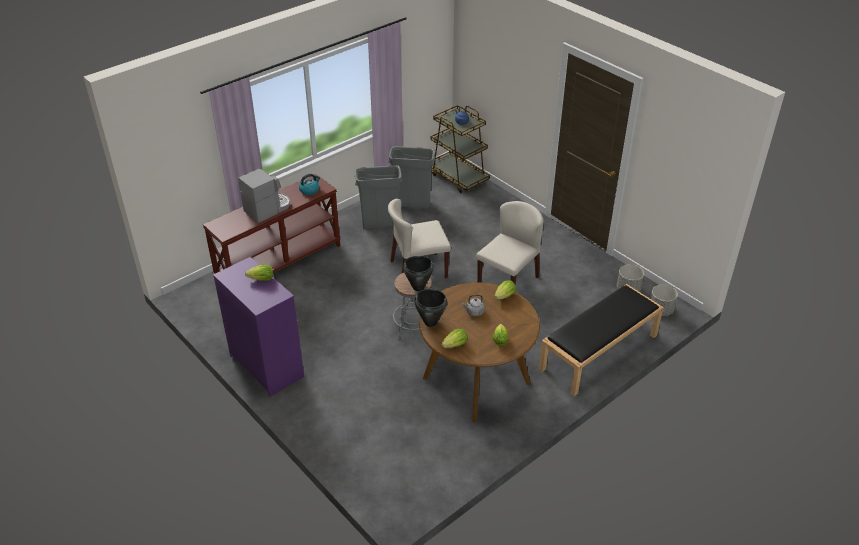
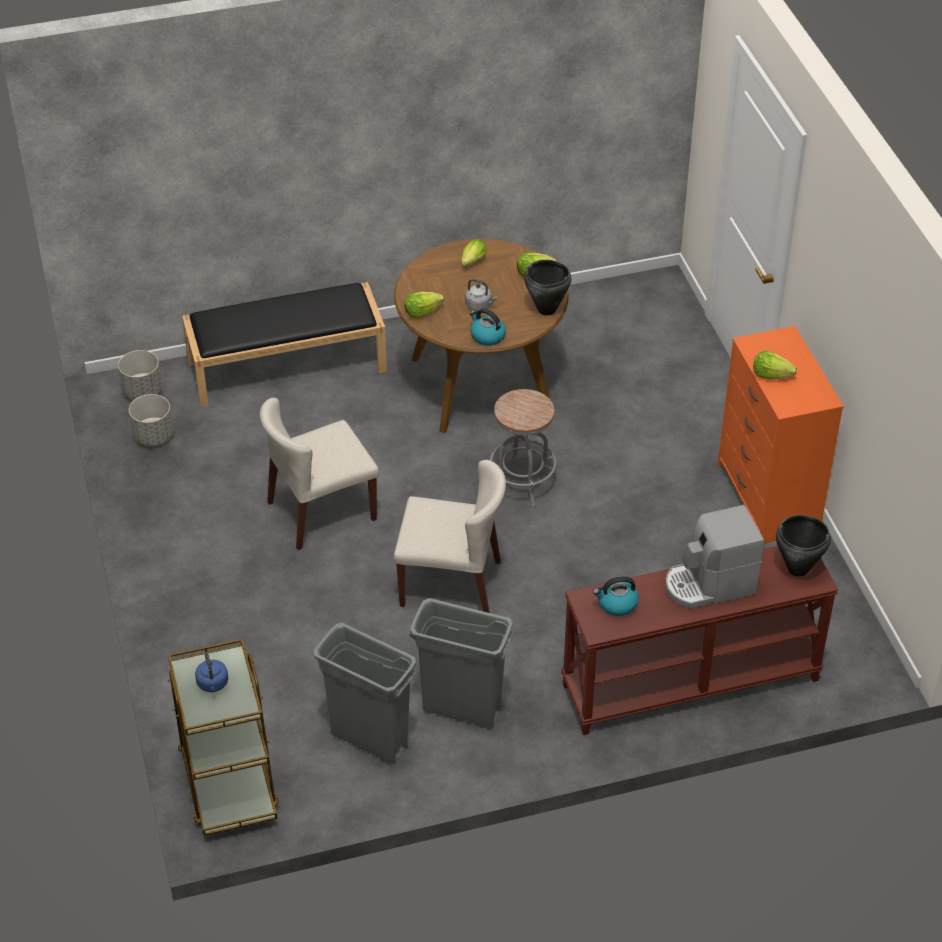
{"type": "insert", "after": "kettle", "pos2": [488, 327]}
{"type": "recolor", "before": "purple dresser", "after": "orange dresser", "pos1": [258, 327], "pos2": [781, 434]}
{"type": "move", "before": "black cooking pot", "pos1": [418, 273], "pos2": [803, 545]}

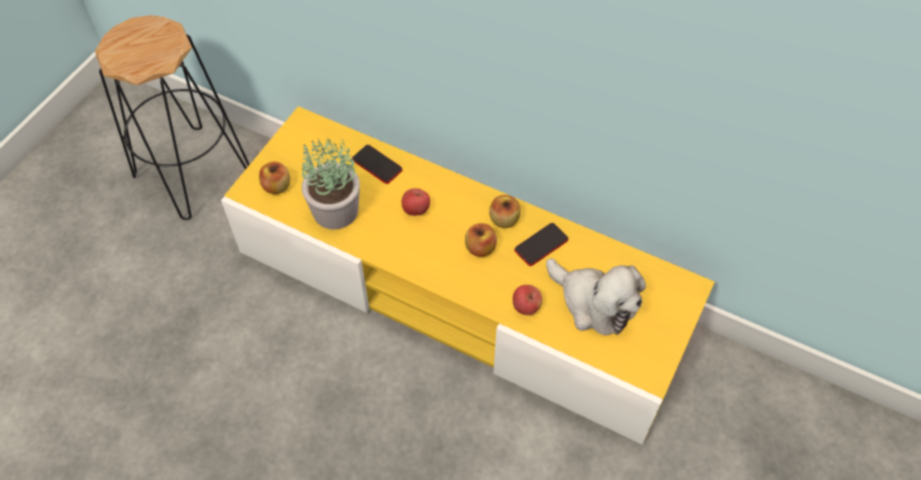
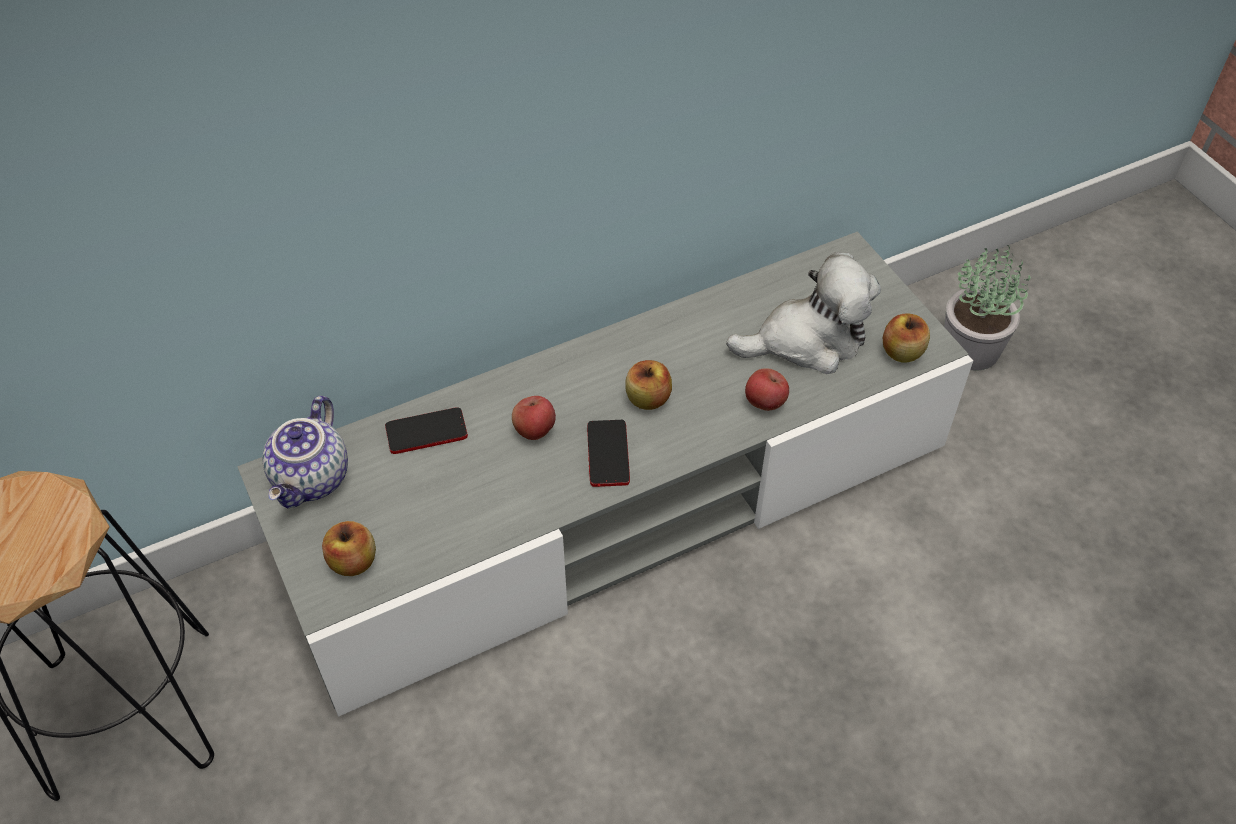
{"type": "recolor", "before": "yellow tv stand", "after": "grey tv stand", "pos1": [468, 275], "pos2": [605, 474]}
{"type": "insert", "after": "teapot", "pos2": [305, 452]}
{"type": "move", "before": "phone", "pos1": [541, 244], "pos2": [608, 453]}
{"type": "move", "before": "apple", "pos1": [504, 211], "pos2": [906, 338]}
{"type": "move", "before": "potted plant", "pos1": [331, 184], "pos2": [987, 307]}

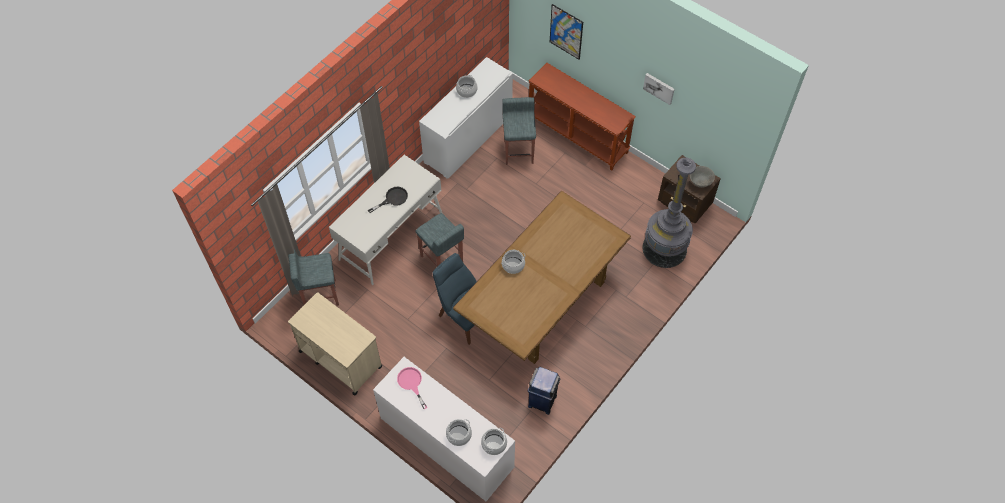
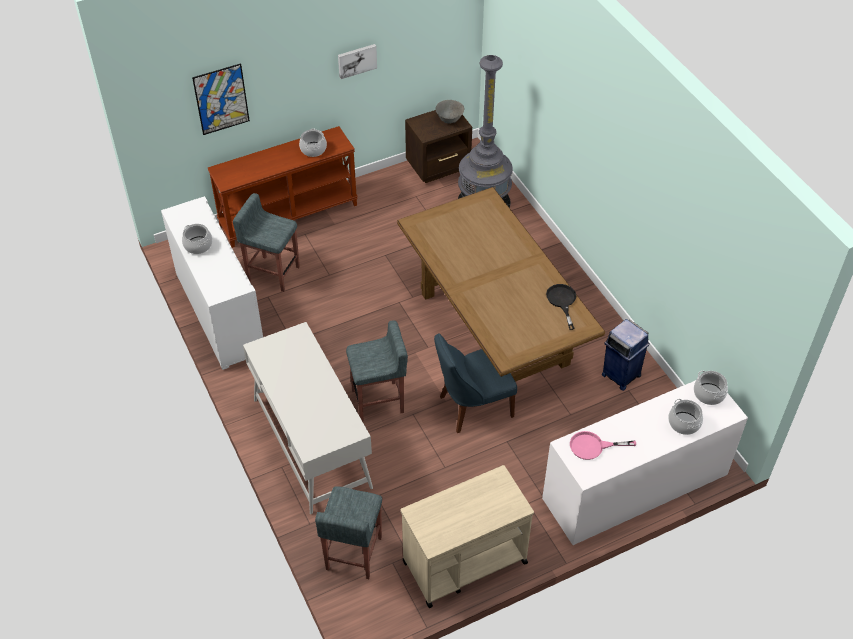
{"type": "move", "before": "cooking pot", "pos1": [513, 262], "pos2": [313, 143]}
{"type": "move", "before": "black frying pan", "pos1": [388, 200], "pos2": [561, 307]}

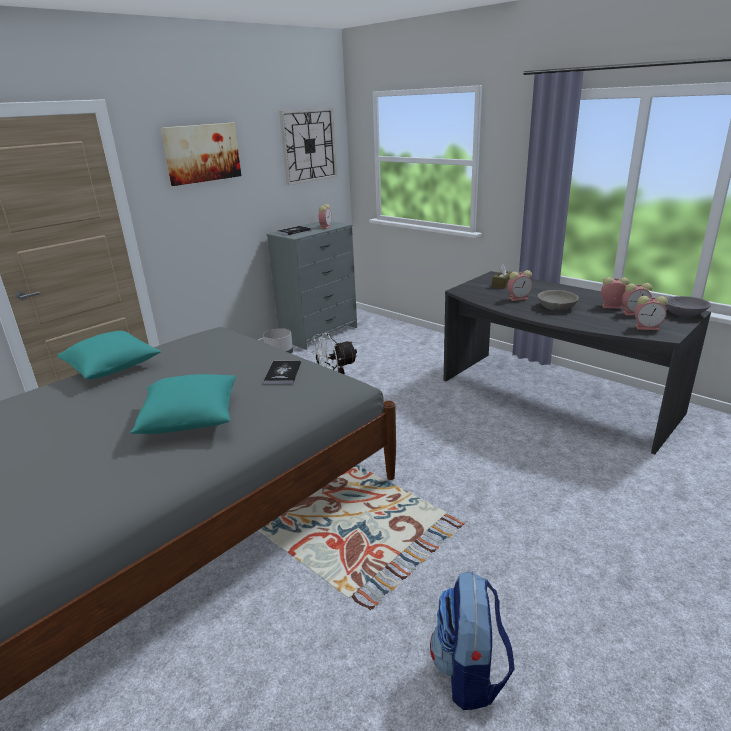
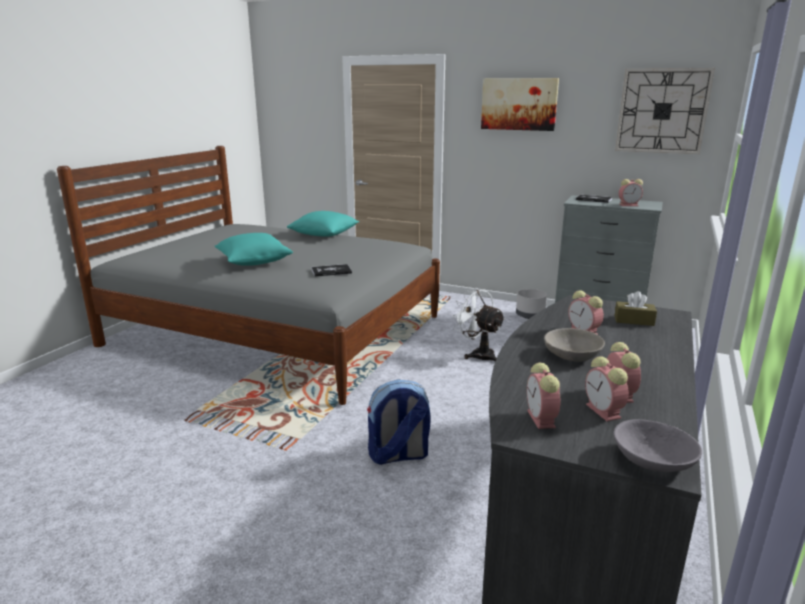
{"type": "move", "before": "backpack", "pos1": [472, 640], "pos2": [398, 422]}

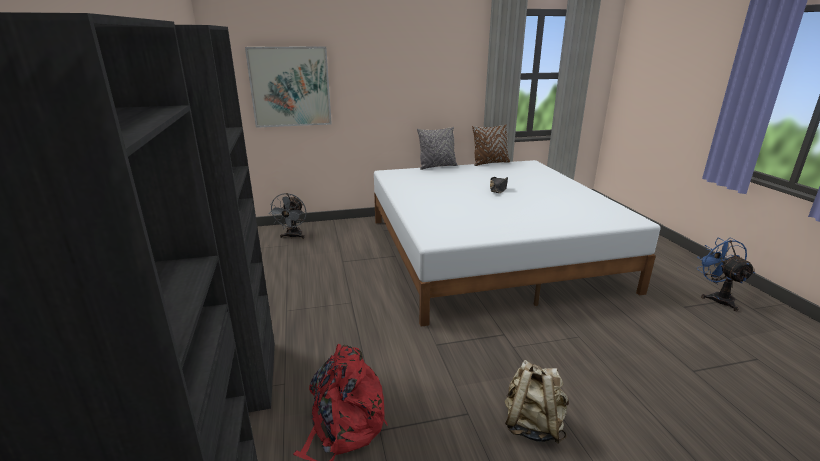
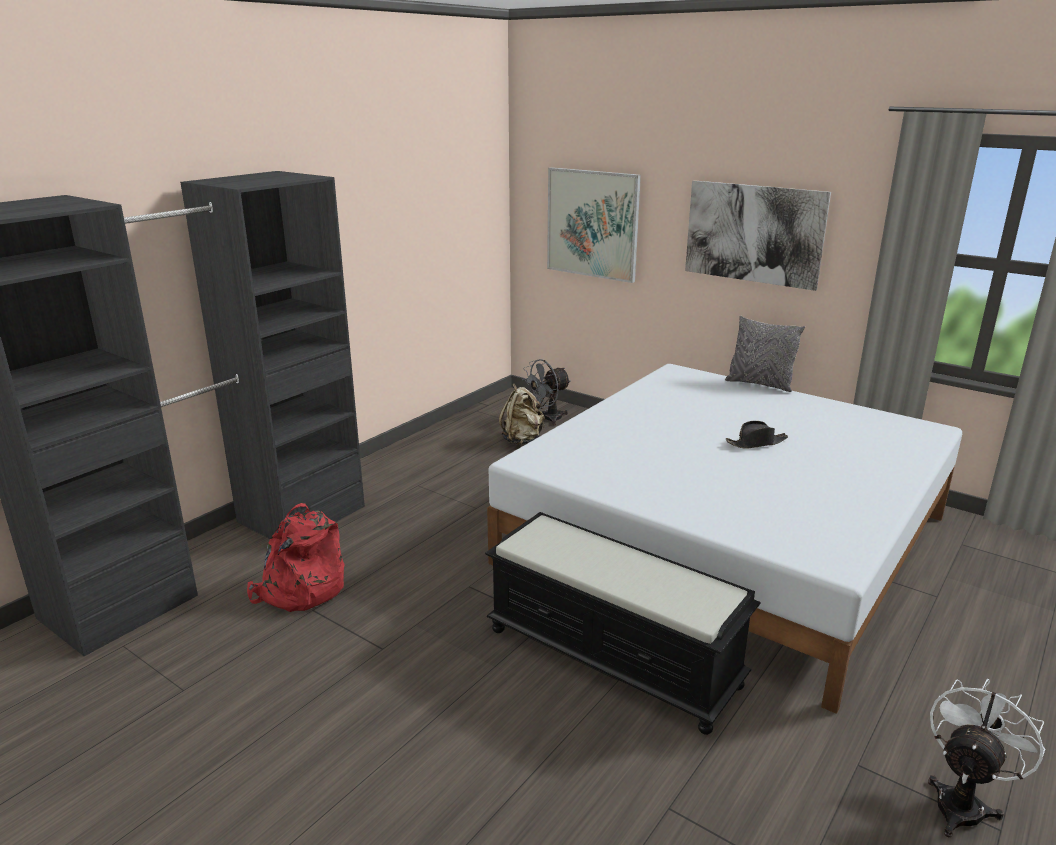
{"type": "insert", "after": "black bench", "pos2": [623, 623]}
{"type": "move", "before": "beige backpack", "pos1": [537, 402], "pos2": [522, 414]}
{"type": "insert", "after": "picture", "pos2": [758, 235]}
{"type": "recolor", "before": "blue fan", "after": "white fan", "pos1": [726, 274], "pos2": [986, 758]}
{"type": "delete", "before": "brown pillow", "pos1": [491, 145]}

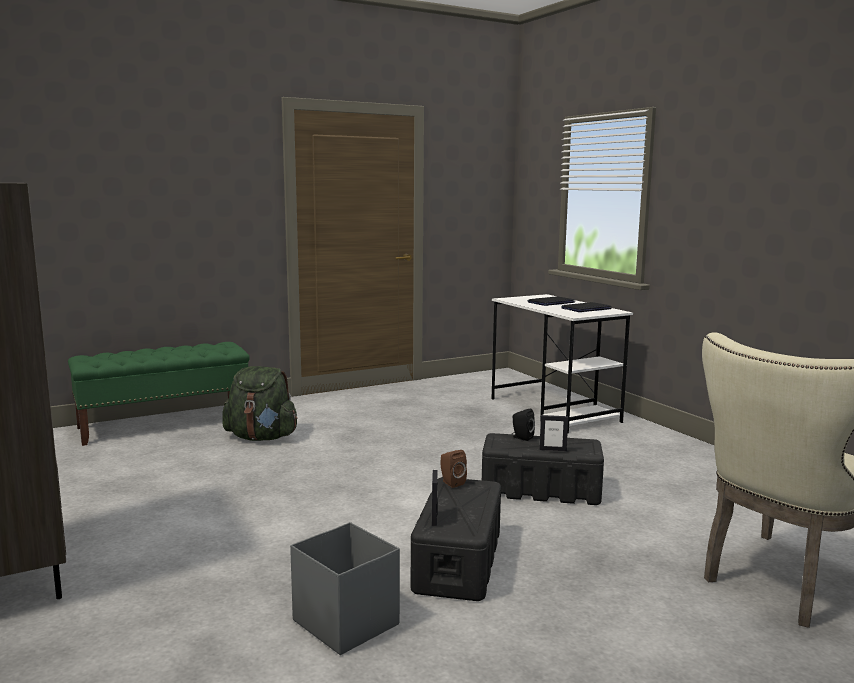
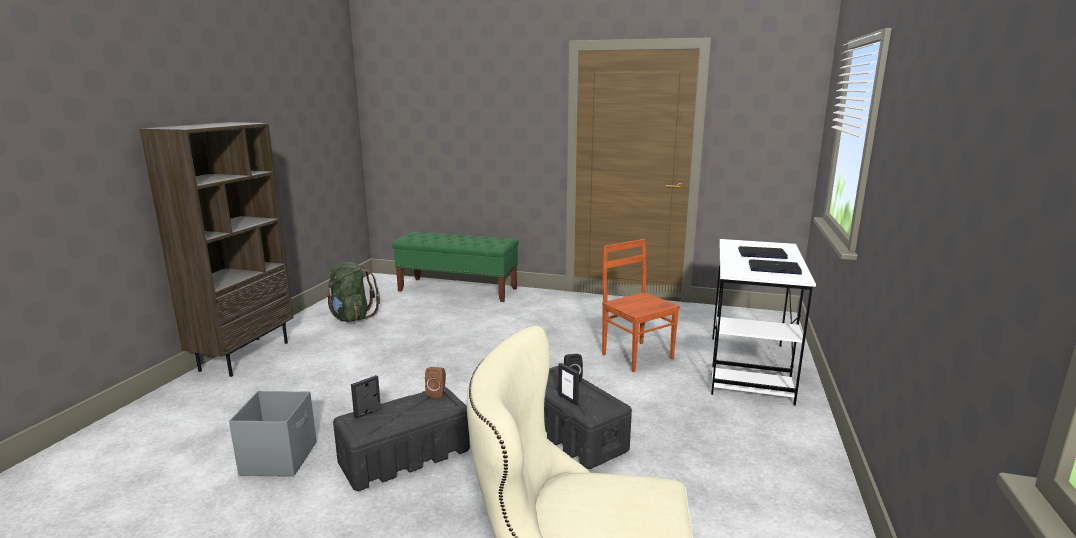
{"type": "move", "before": "green backpack", "pos1": [260, 403], "pos2": [351, 292]}
{"type": "insert", "after": "brown chair", "pos2": [641, 305]}

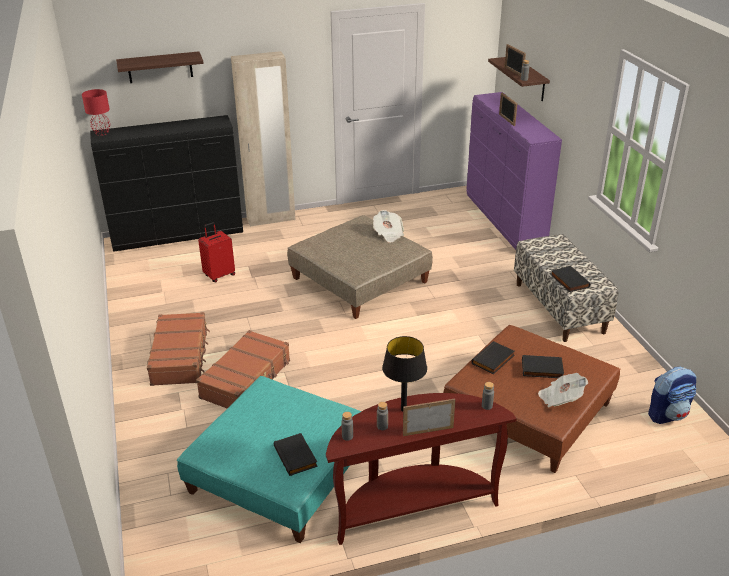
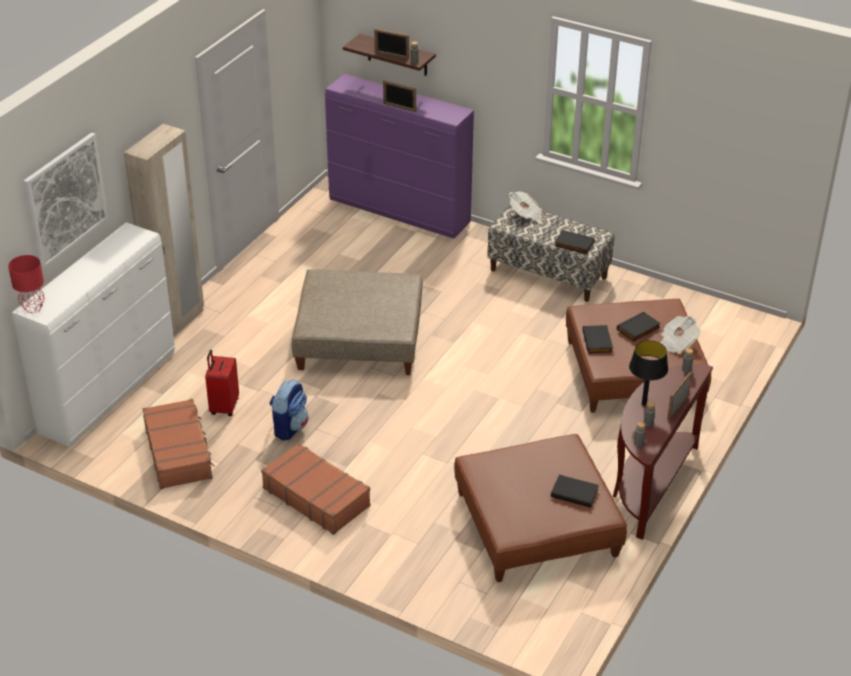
{"type": "recolor", "before": "black dresser", "after": "white dresser", "pos1": [166, 183], "pos2": [93, 334]}
{"type": "replace", "before": "shelf", "after": "picture", "pos1": [160, 67], "pos2": [66, 201]}
{"type": "move", "before": "brown suitcase", "pos1": [243, 369], "pos2": [179, 444]}
{"type": "move", "before": "backpack", "pos1": [672, 395], "pos2": [288, 410]}
{"type": "recolor", "before": "turquoise ottoman", "after": "brown ottoman", "pos1": [269, 459], "pos2": [540, 508]}
{"type": "move", "before": "newspaper", "pos1": [388, 226], "pos2": [525, 206]}

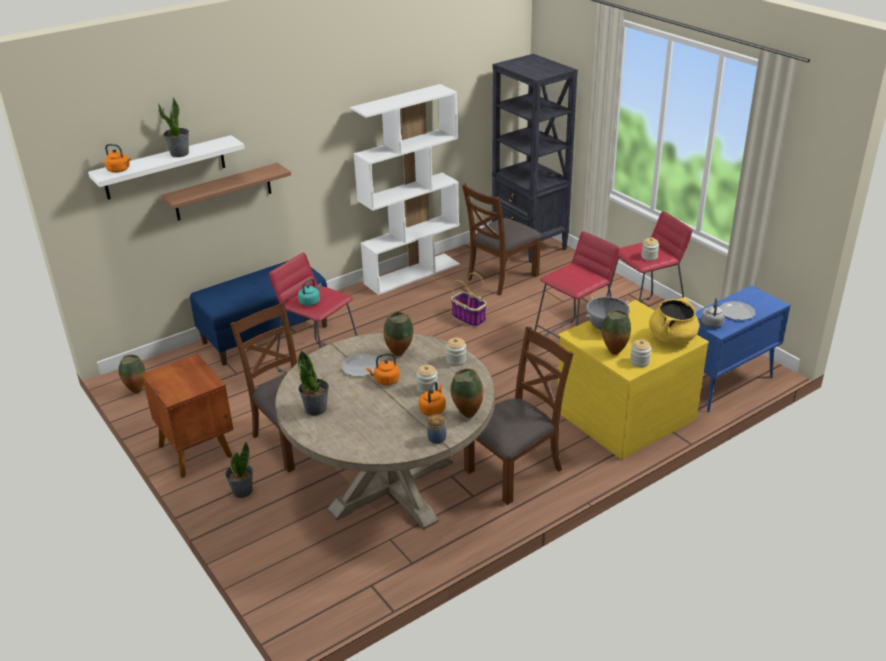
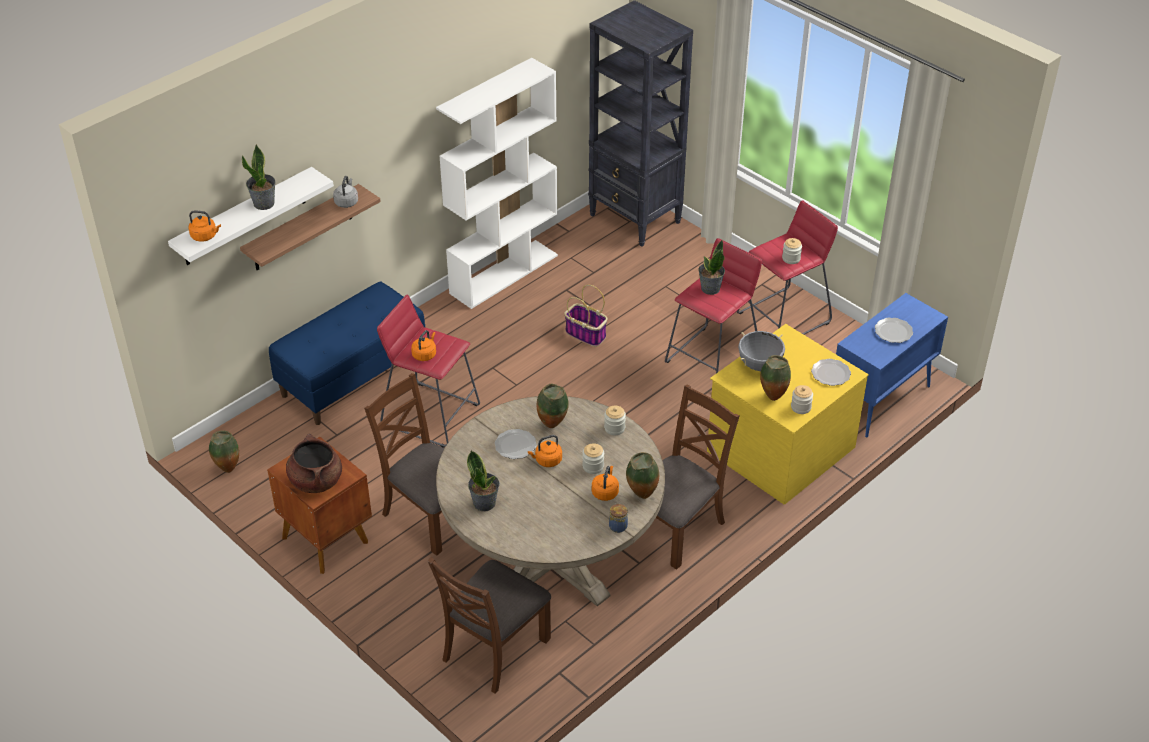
{"type": "insert", "after": "brown cooking pot", "pos2": [314, 463]}
{"type": "move", "before": "grey kettle", "pos1": [713, 313], "pos2": [345, 192]}
{"type": "recolor", "before": "turquoise kettle", "after": "orange kettle", "pos1": [310, 292], "pos2": [423, 345]}
{"type": "move", "before": "brown chair", "pos1": [501, 239], "pos2": [489, 625]}
{"type": "move", "before": "potted plant", "pos1": [239, 469], "pos2": [711, 267]}
{"type": "replace", "before": "yellow cooking pot", "after": "plate", "pos1": [674, 321], "pos2": [831, 372]}

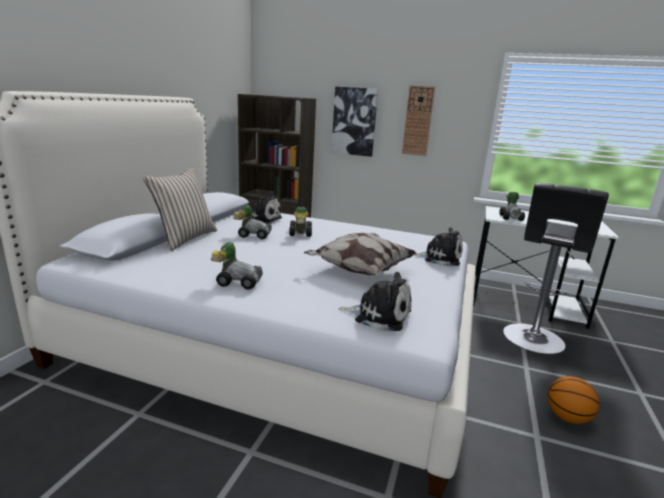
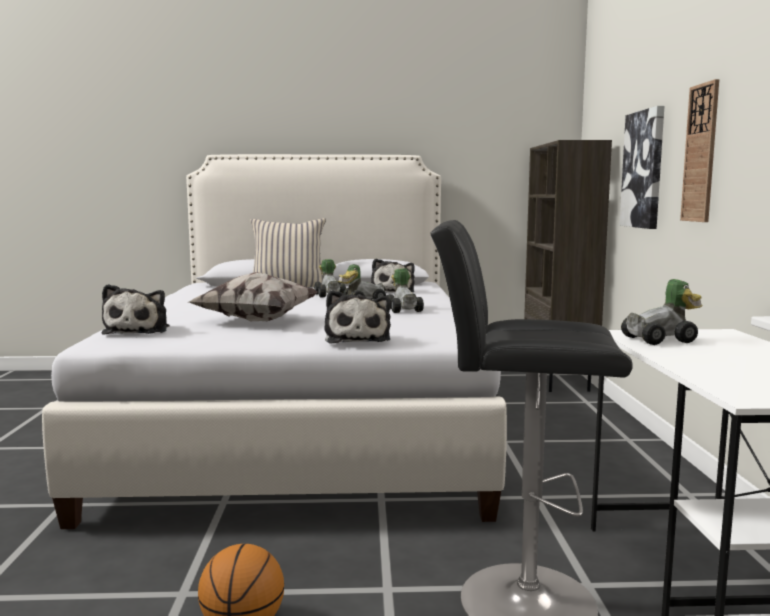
{"type": "move", "before": "toy car", "pos1": [237, 266], "pos2": [405, 290]}

